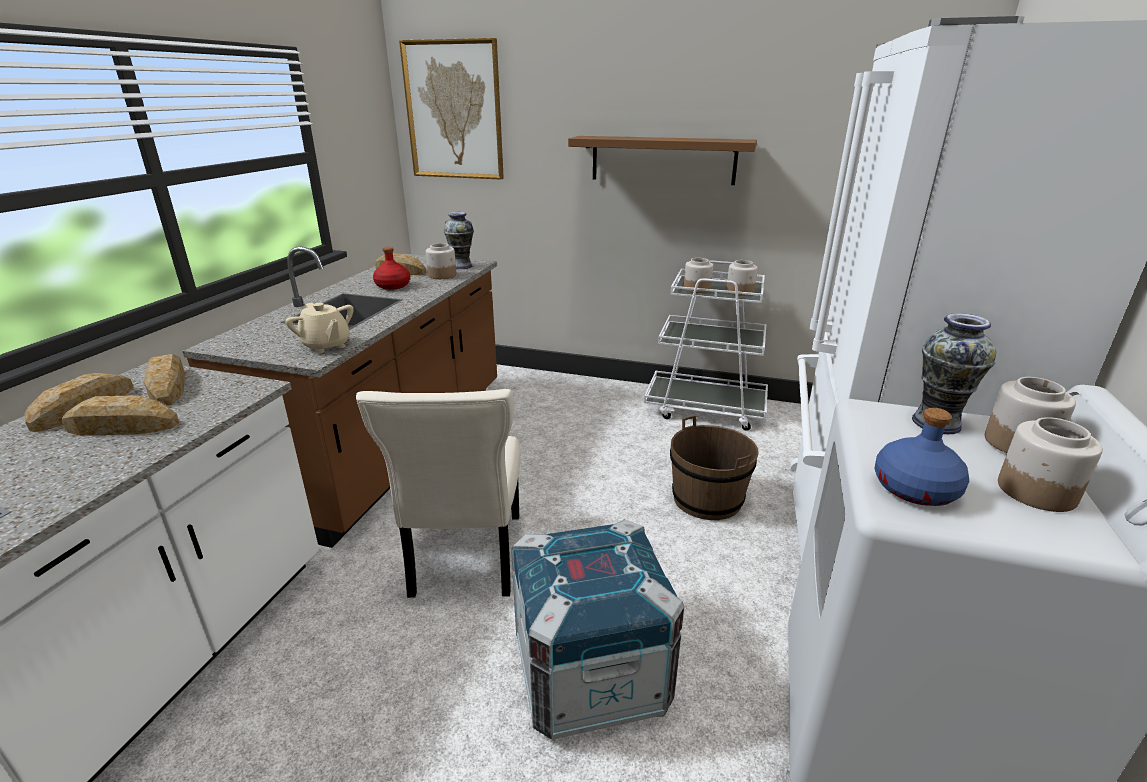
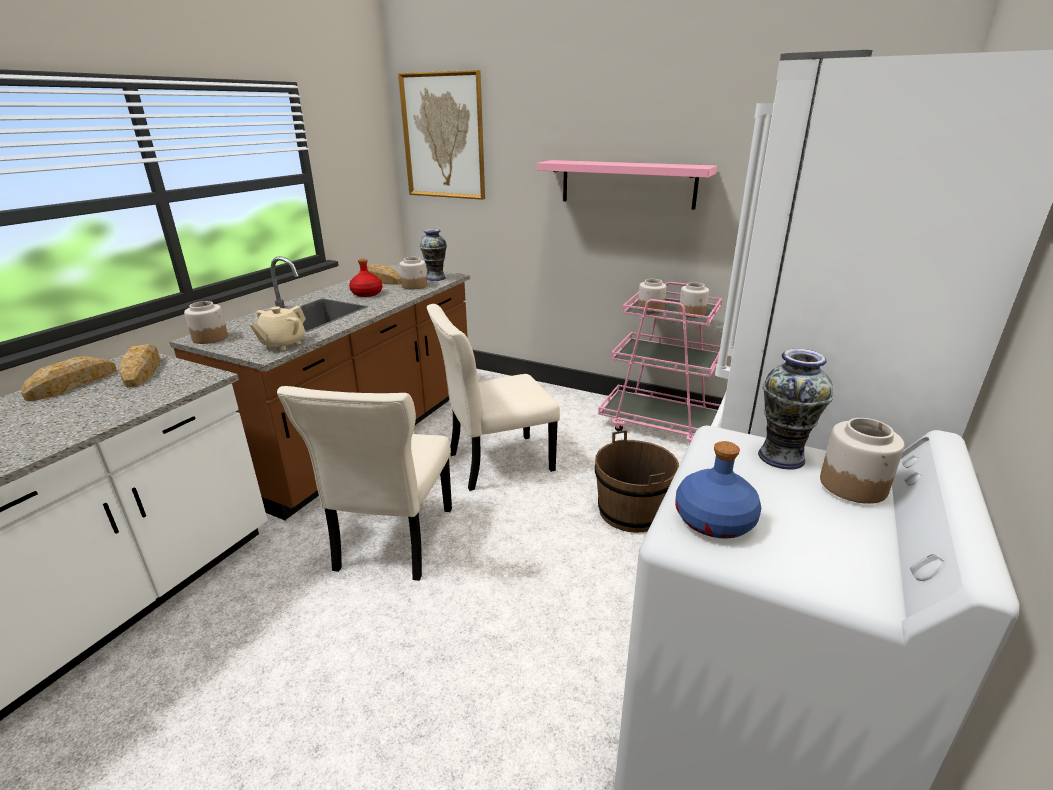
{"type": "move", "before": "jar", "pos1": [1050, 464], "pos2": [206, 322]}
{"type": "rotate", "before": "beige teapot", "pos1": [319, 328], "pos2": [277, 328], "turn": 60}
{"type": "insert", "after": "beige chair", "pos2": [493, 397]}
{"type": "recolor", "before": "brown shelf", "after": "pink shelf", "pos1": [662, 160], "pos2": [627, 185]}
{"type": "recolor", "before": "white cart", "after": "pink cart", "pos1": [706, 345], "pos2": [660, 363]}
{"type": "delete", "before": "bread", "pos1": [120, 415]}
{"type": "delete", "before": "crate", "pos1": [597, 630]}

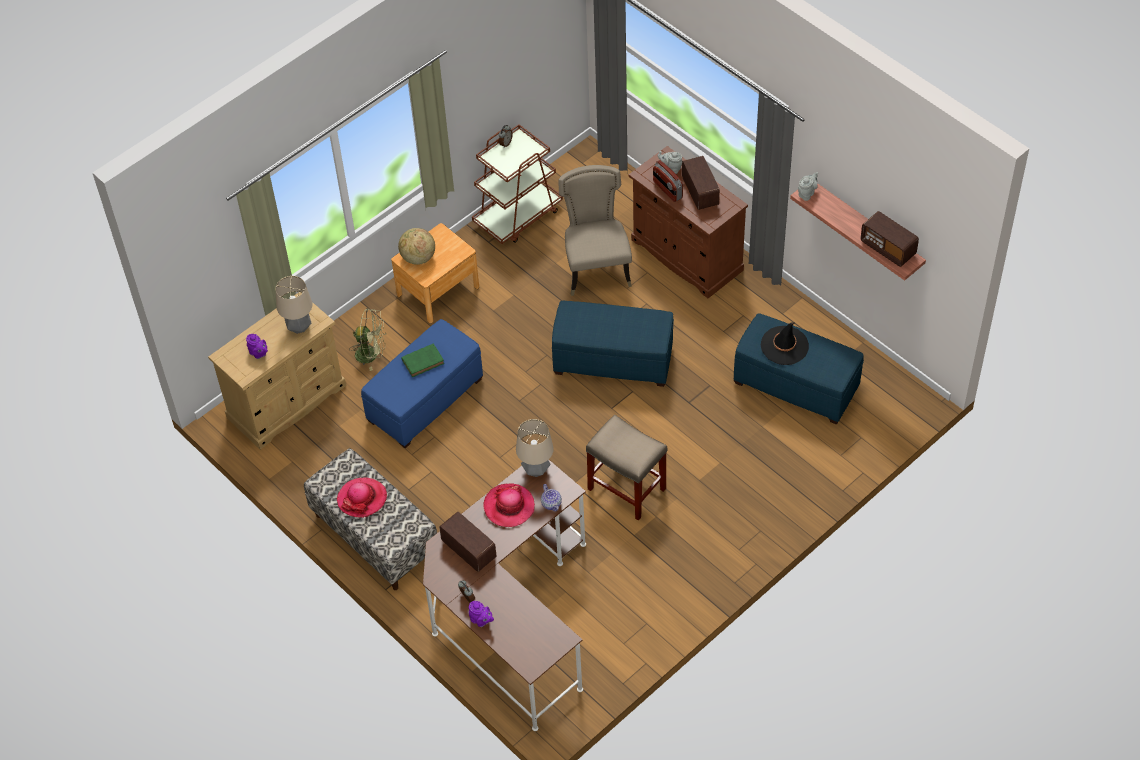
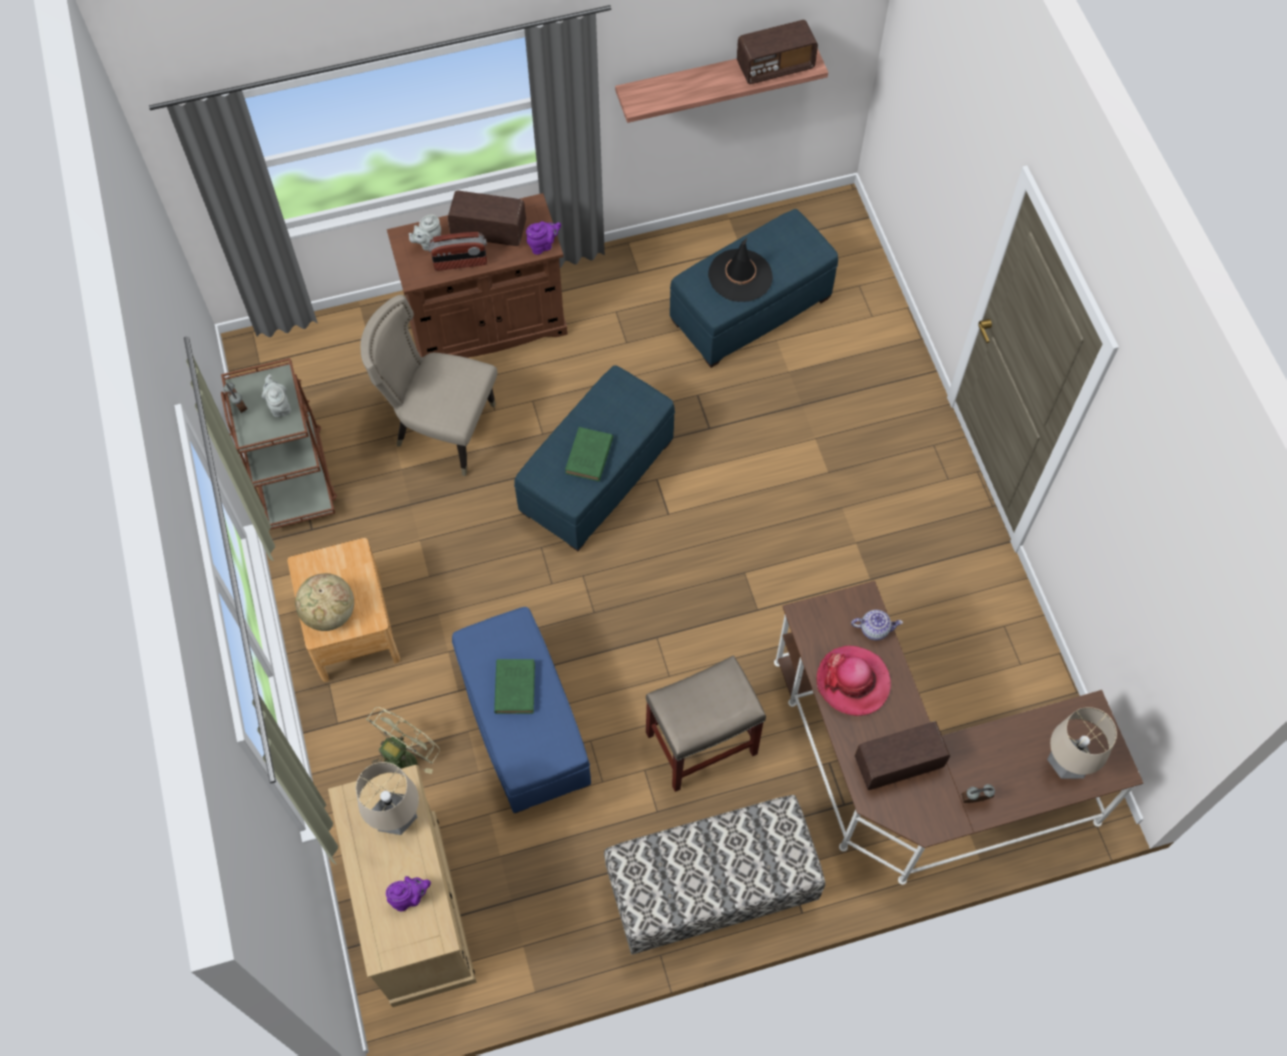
{"type": "move", "before": "grey teapot", "pos1": [808, 186], "pos2": [276, 395]}
{"type": "move", "before": "purple teapot", "pos1": [481, 614], "pos2": [543, 238]}
{"type": "insert", "after": "green book", "pos2": [589, 454]}
{"type": "move", "before": "beige stool", "pos1": [626, 467], "pos2": [706, 723]}
{"type": "move", "before": "table lamp", "pos1": [535, 448], "pos2": [1082, 743]}
{"type": "delete", "before": "hat", "pos1": [362, 498]}

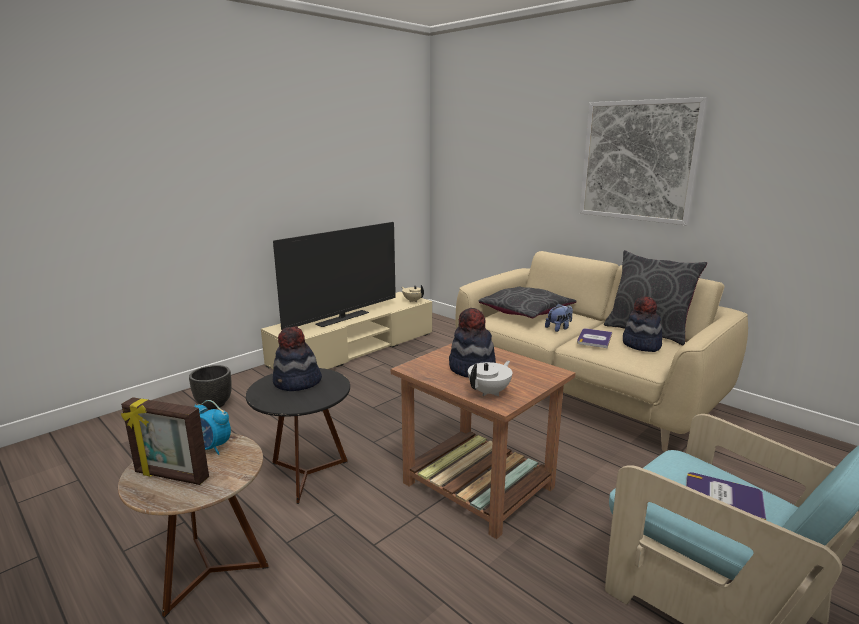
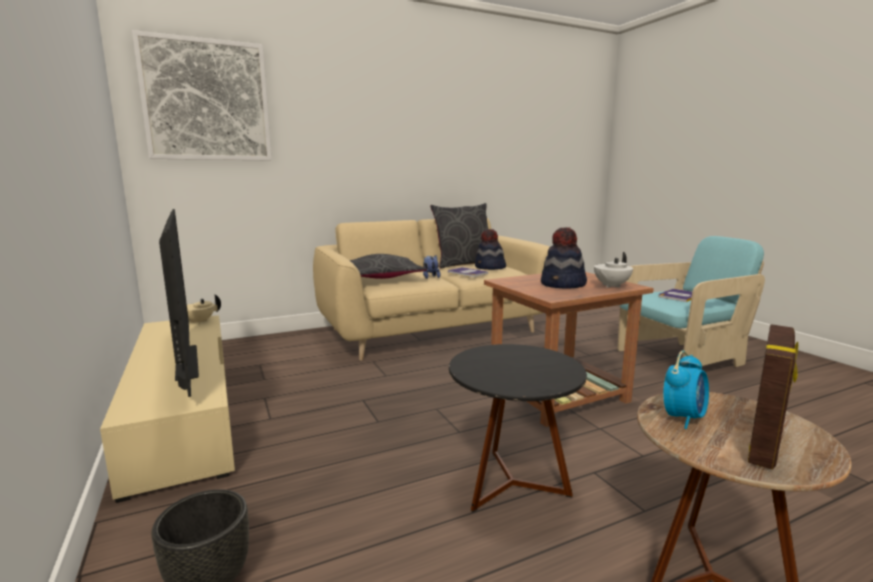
{"type": "move", "before": "picture", "pos1": [644, 161], "pos2": [202, 95]}
{"type": "rotate", "before": "white teapot", "pos1": [490, 378], "pos2": [613, 270], "turn": -105}
{"type": "delete", "before": "hat", "pos1": [297, 359]}

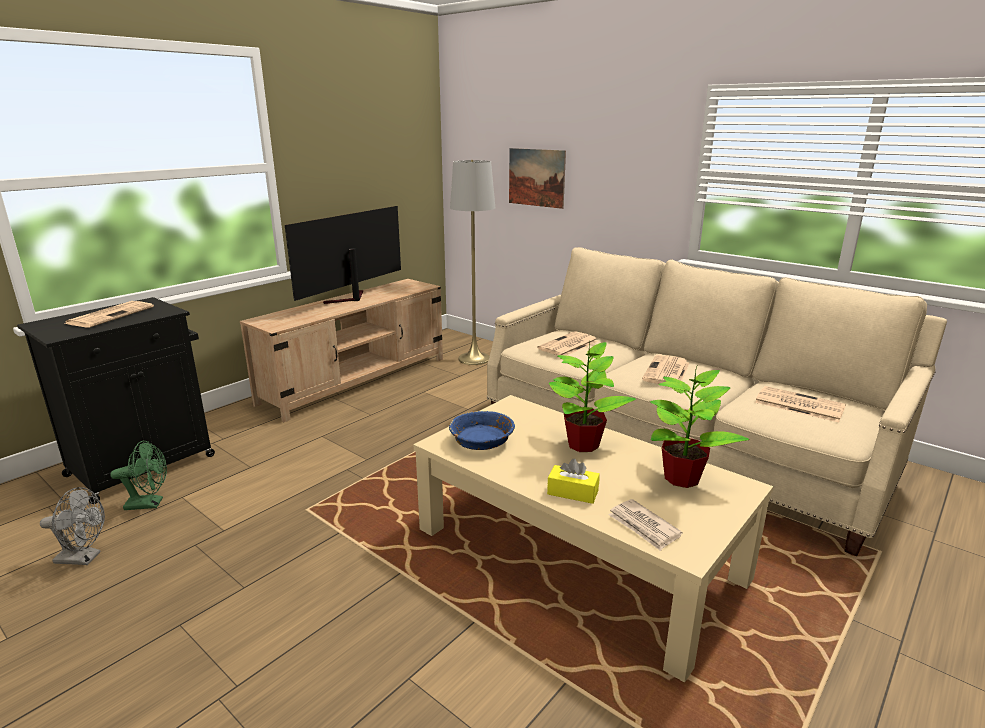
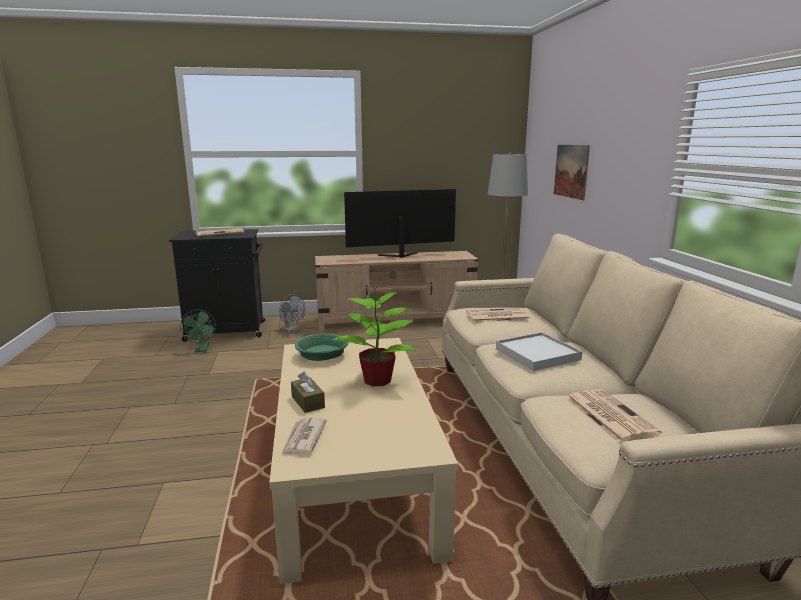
{"type": "rotate", "before": "green fan", "pos1": [139, 475], "pos2": [198, 331], "turn": 45}
{"type": "move", "before": "grey fan", "pos1": [72, 526], "pos2": [292, 314]}
{"type": "recolor", "before": "yellow tissue box", "after": "brown tissue box", "pos1": [573, 481], "pos2": [308, 392]}
{"type": "recolor", "before": "blue bowl", "after": "green bowl", "pos1": [482, 430], "pos2": [321, 347]}
{"type": "replace", "before": "newspaper", "after": "white tray", "pos1": [665, 369], "pos2": [539, 351]}
{"type": "delete", "before": "potted plant", "pos1": [699, 427]}

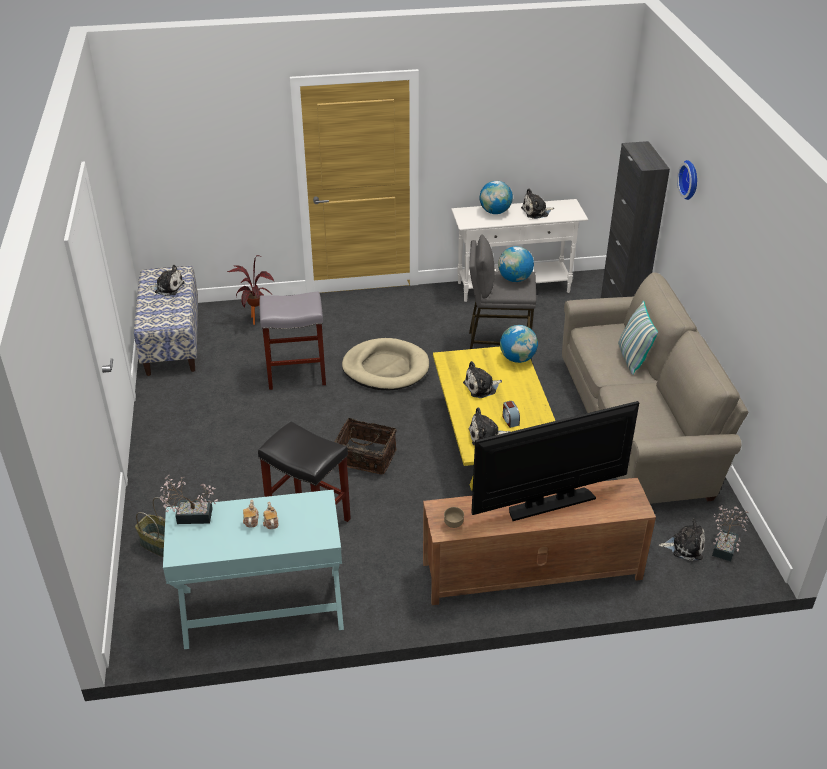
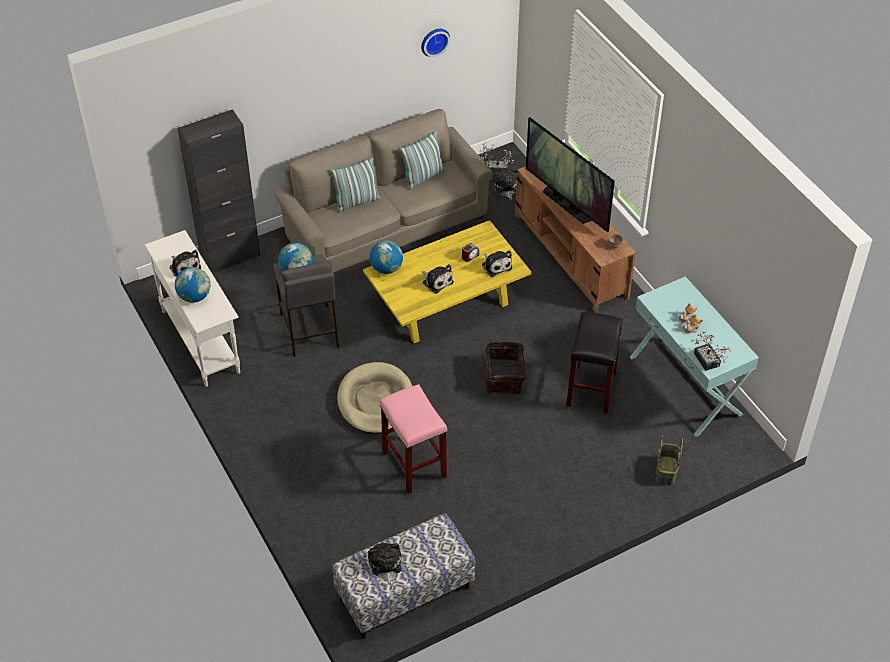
{"type": "recolor", "before": "grey stool", "after": "pink stool", "pos1": [292, 340], "pos2": [413, 439]}
{"type": "insert", "after": "pillow", "pos2": [422, 160]}
{"type": "move", "before": "wall clock", "pos1": [687, 180], "pos2": [435, 43]}
{"type": "delete", "before": "potted plant", "pos1": [250, 290]}

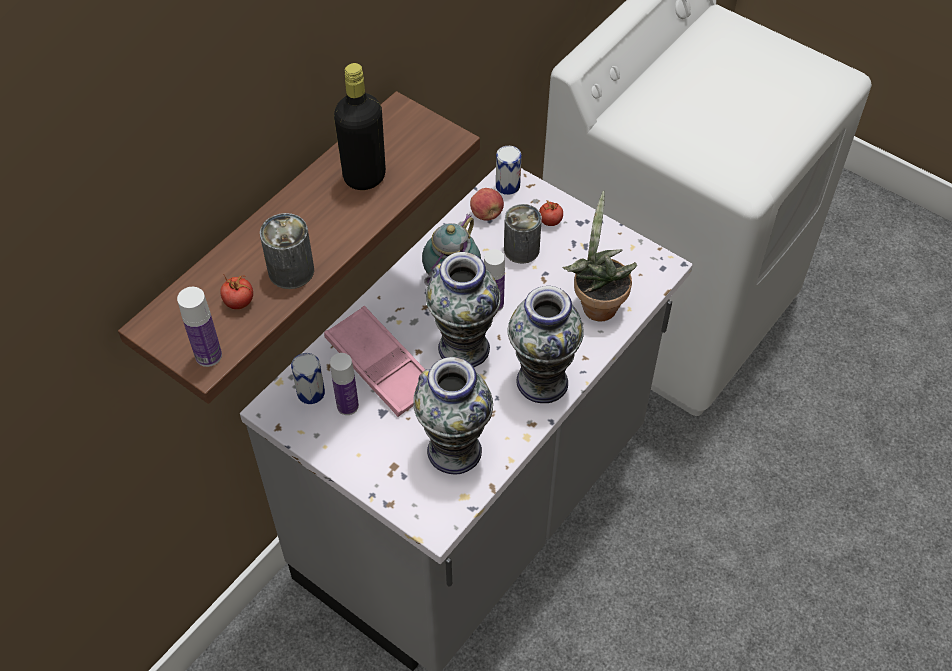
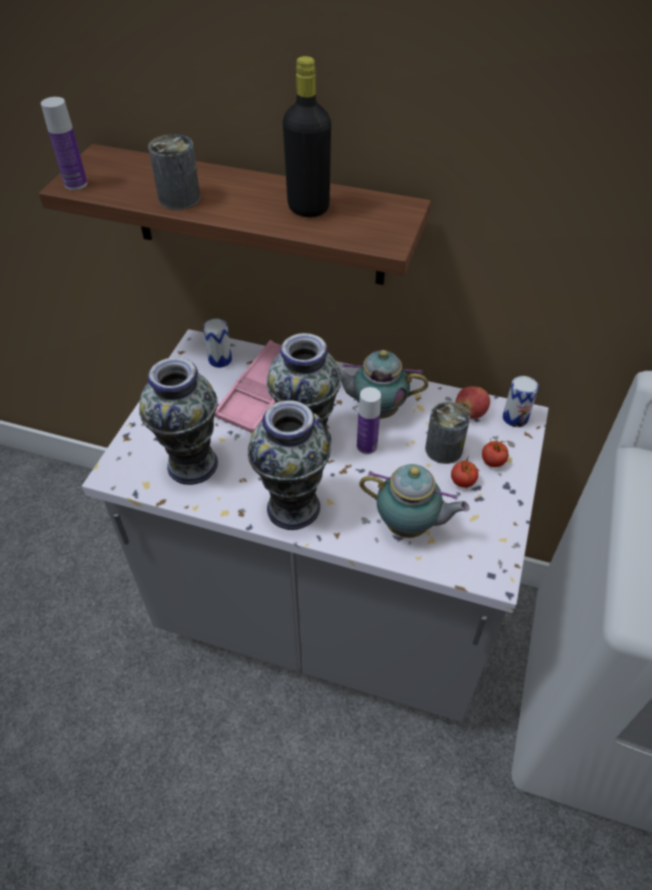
{"type": "replace", "before": "potted plant", "after": "teapot", "pos1": [599, 256], "pos2": [414, 501]}
{"type": "move", "before": "tomato", "pos1": [236, 292], "pos2": [465, 471]}
{"type": "delete", "before": "bottle", "pos1": [344, 384]}

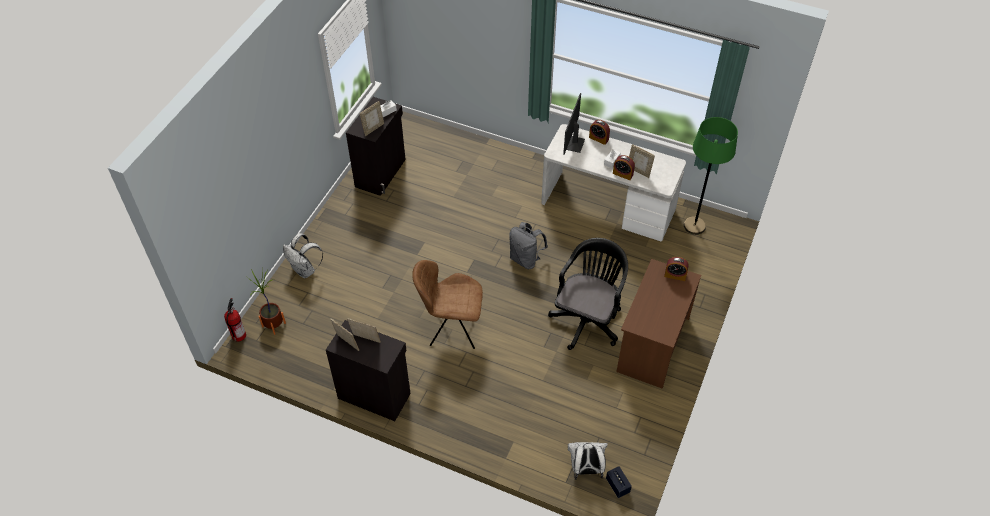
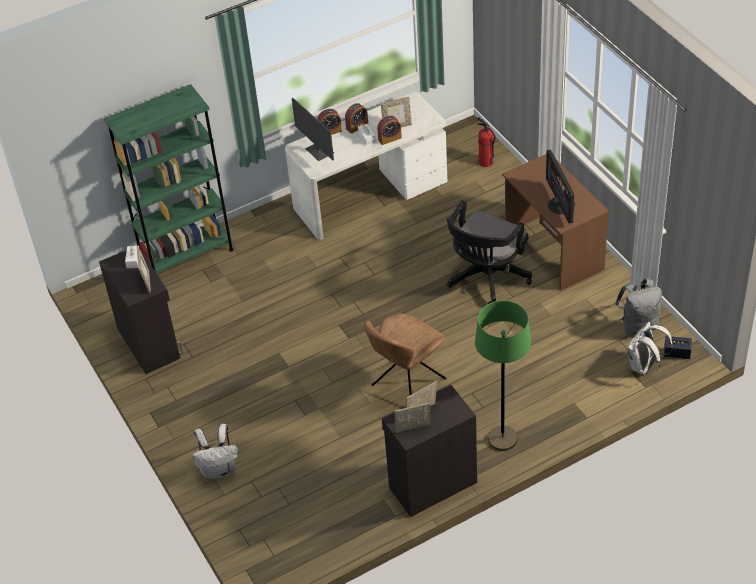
{"type": "insert", "after": "green bookcase", "pos2": [169, 179]}
{"type": "move", "before": "alarm clock", "pos1": [676, 269], "pos2": [356, 118]}
{"type": "rotate", "before": "black office chair", "pos1": [588, 294], "pos2": [489, 252], "turn": -120}
{"type": "move", "before": "green floor lamp", "pos1": [711, 176], "pos2": [503, 376]}
{"type": "move", "before": "fire extinguisher", "pos1": [235, 320], "pos2": [486, 142]}
{"type": "insert", "after": "monitor", "pos2": [560, 186]}
{"type": "move", "before": "grey backpack", "pos1": [528, 245], "pos2": [638, 307]}
{"type": "delete", "before": "potted plant", "pos1": [266, 302]}

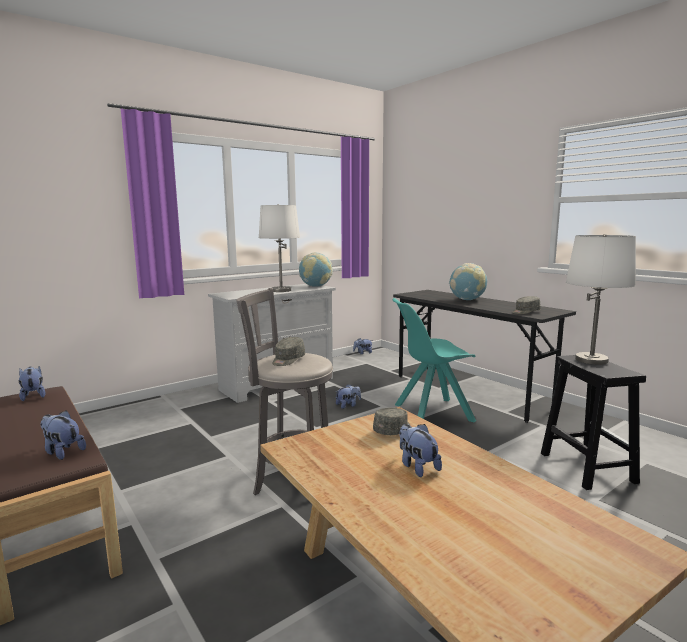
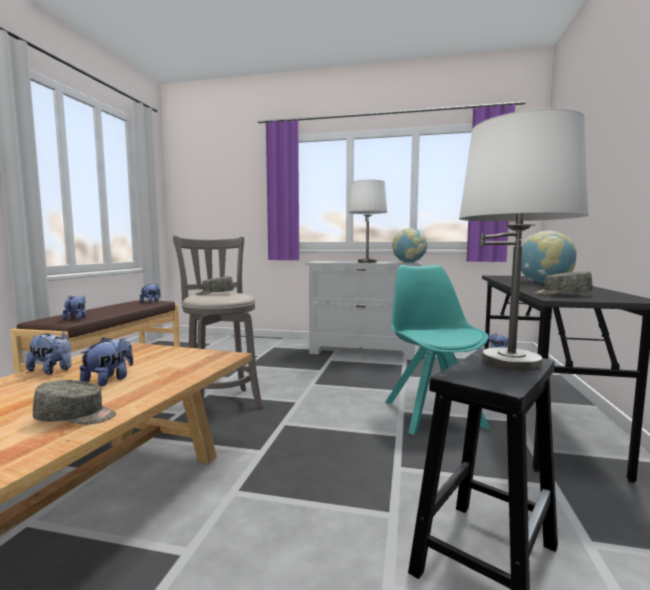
{"type": "move", "before": "plush toy", "pos1": [348, 396], "pos2": [48, 353]}
{"type": "move", "before": "grey cap", "pos1": [391, 421], "pos2": [74, 402]}
{"type": "rotate", "before": "turquoise chair", "pos1": [434, 360], "pos2": [437, 349], "turn": 45}

